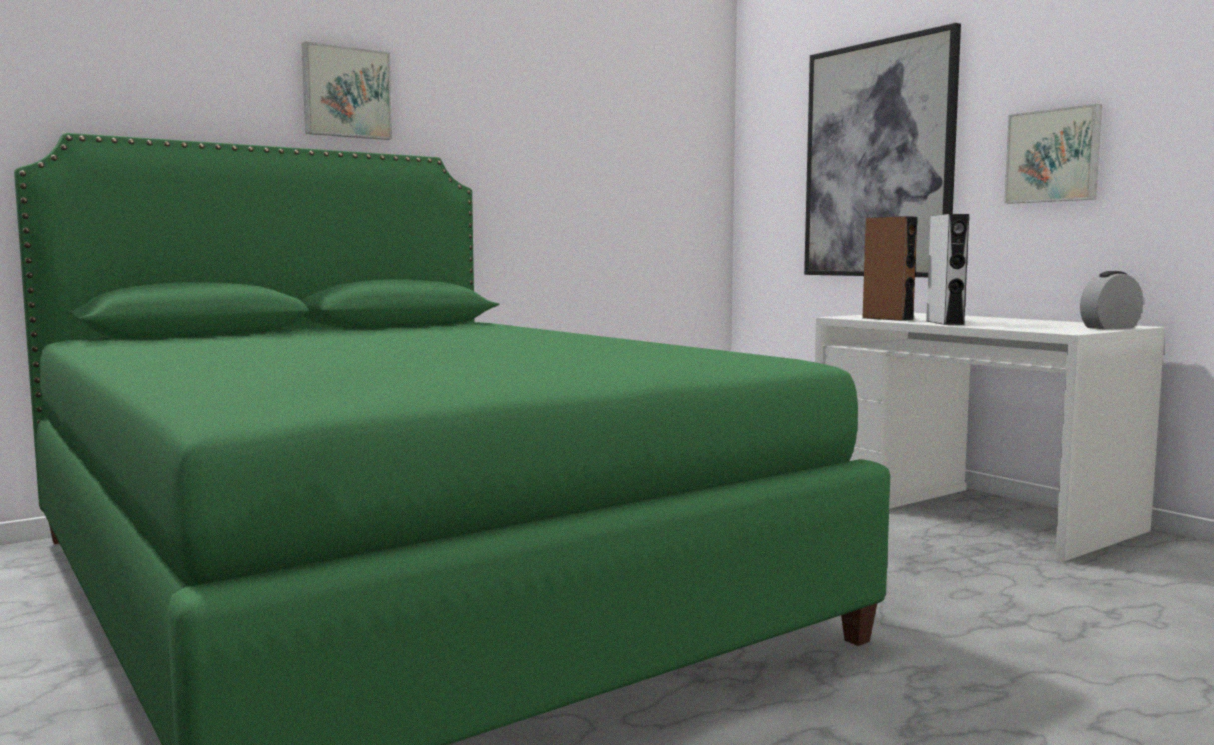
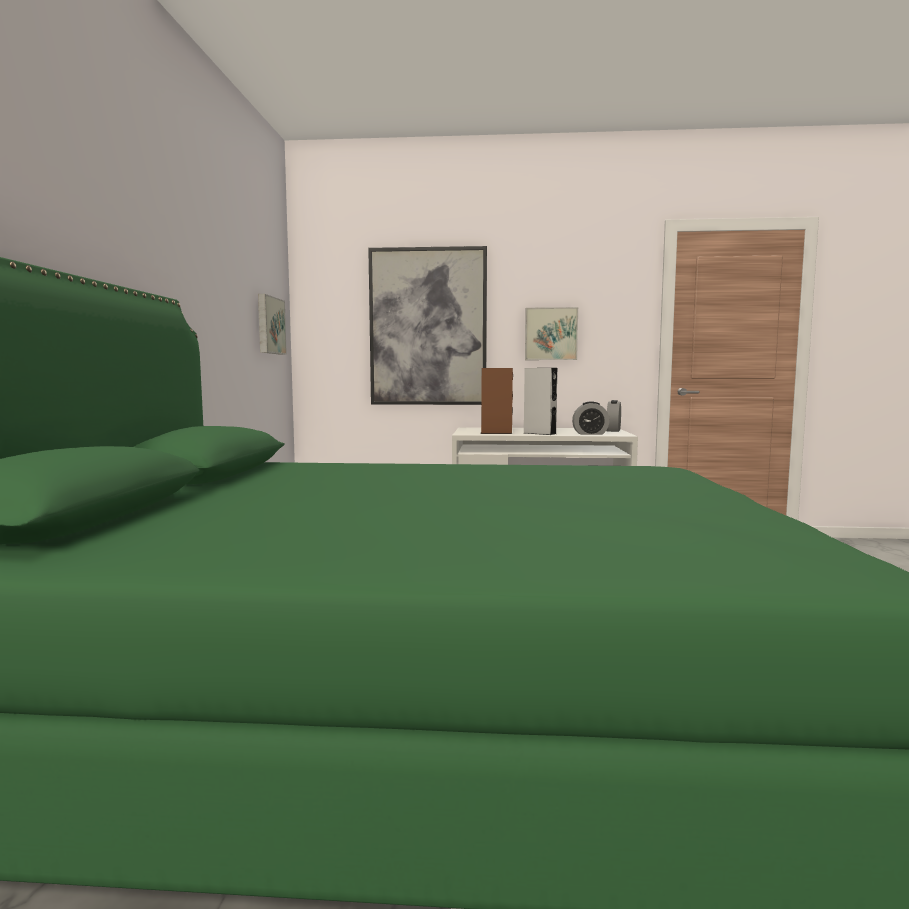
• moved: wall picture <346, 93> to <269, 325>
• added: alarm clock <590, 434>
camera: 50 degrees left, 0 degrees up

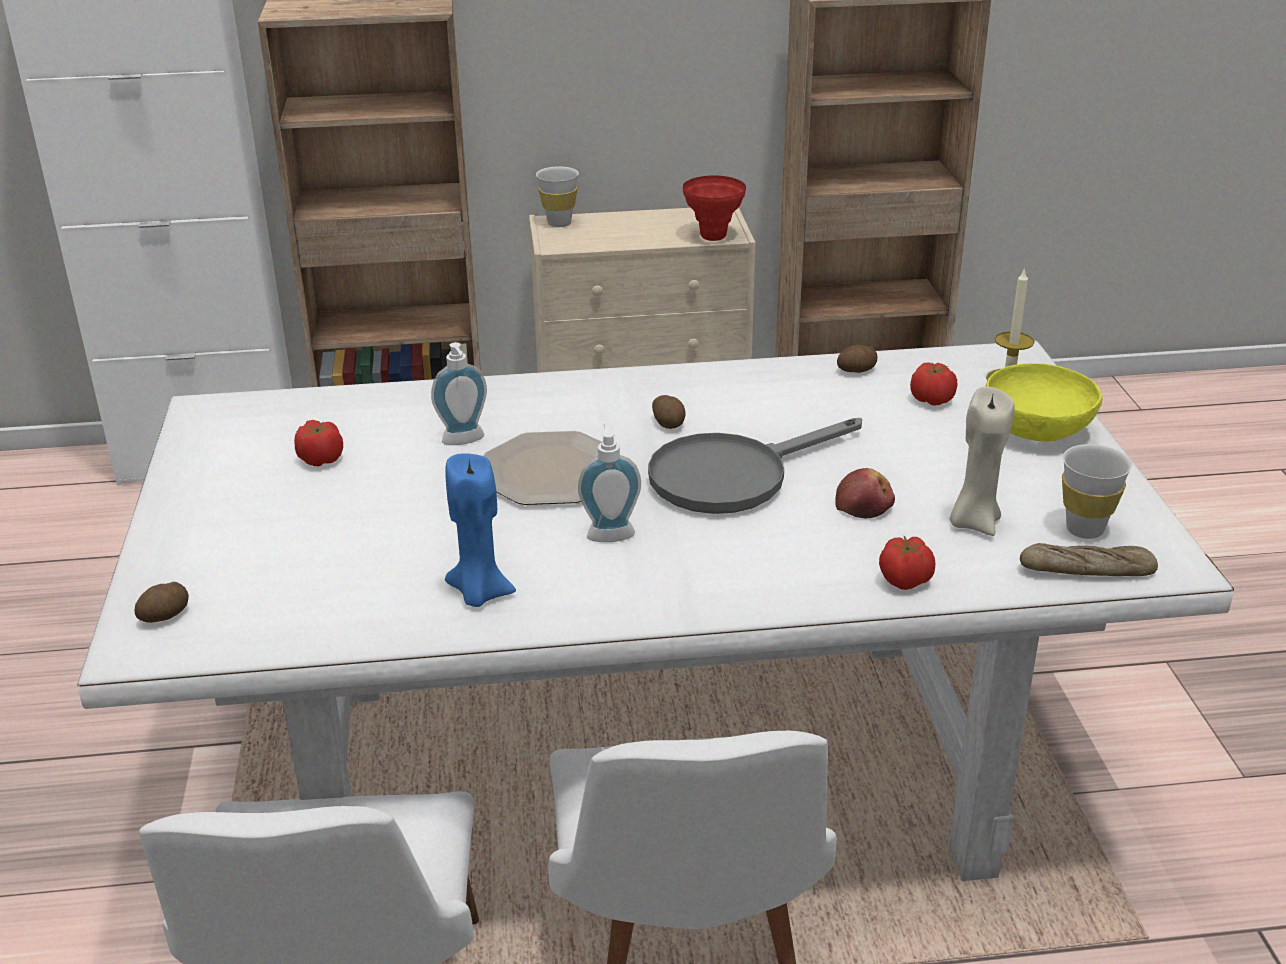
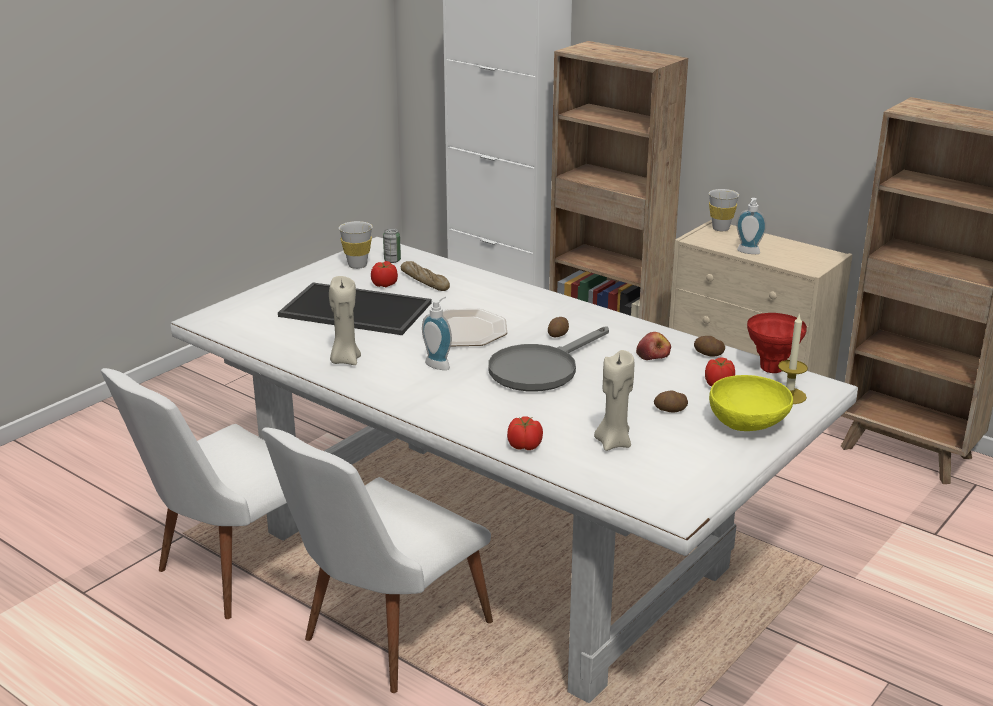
• added: serving tray <353, 310>
• recoloured: blue wax light <479, 594> to beige-coloured wax light <345, 360>
• moved: white-coloured drinking cup <1084, 529> to <357, 265>
• added: sealed can <392, 260>
• moved: bread <1086, 570> to <425, 281>
• turned: grey pan <733, 475> = <540, 369> 60 degrees counterclockwise
• moved: apple fruit <864, 506> to <653, 355>
• moved: spud <165, 616> to <670, 410>
• moved: soap bottle <464, 441> to <747, 252>
• moved: red-coloured vase <713, 237> to <772, 369>
camera: 45 degrees right, 5 degrees down

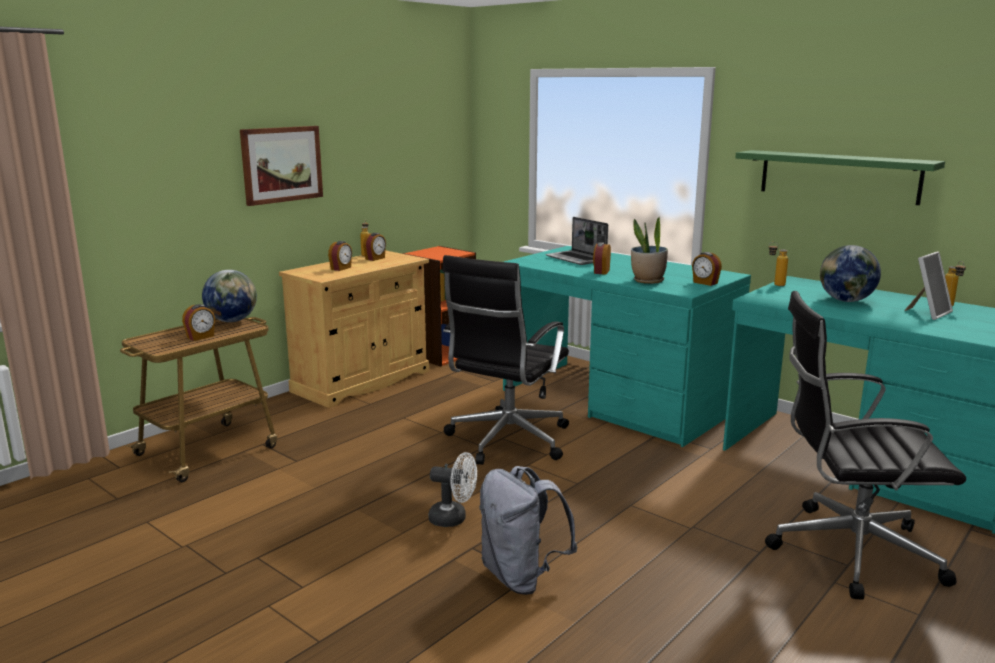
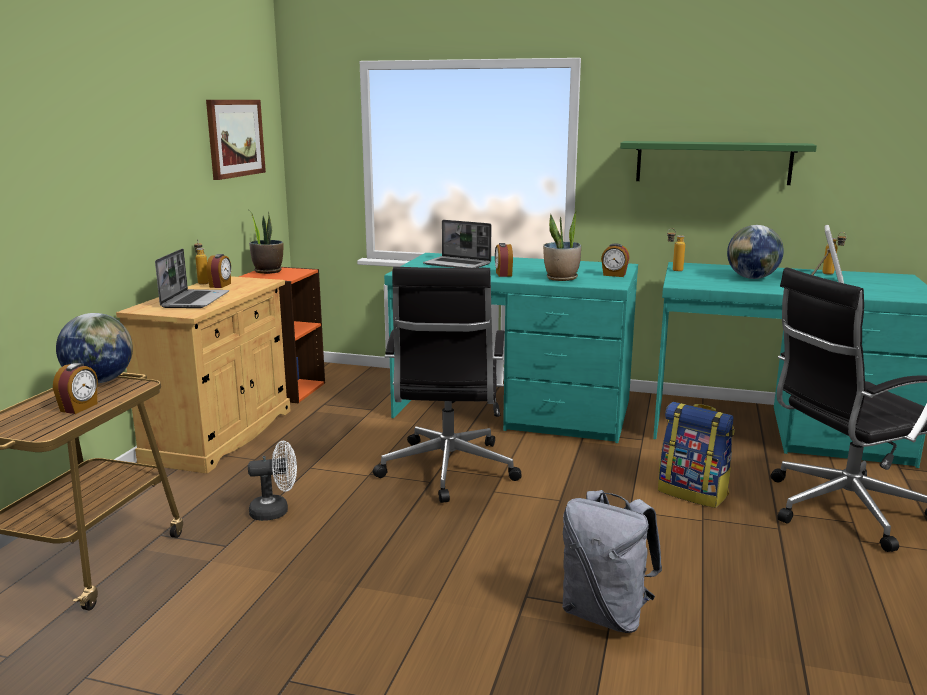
• replaced: alarm clock <341, 268> to laptop <195, 300>
• moved: wall picture <281, 164> to <235, 138>
• moved: white-coloured electric fan <454, 519> to <276, 511>
• added: houseplant <268, 271>
• added: knapsack <693, 493>
camera: 25 degrees left, 0 degrees up

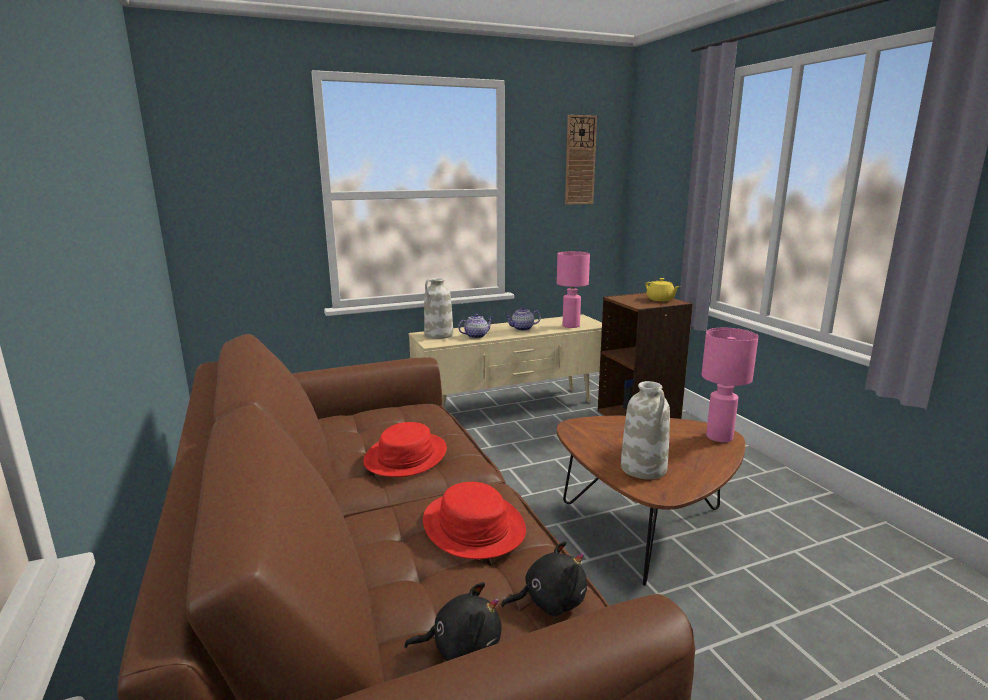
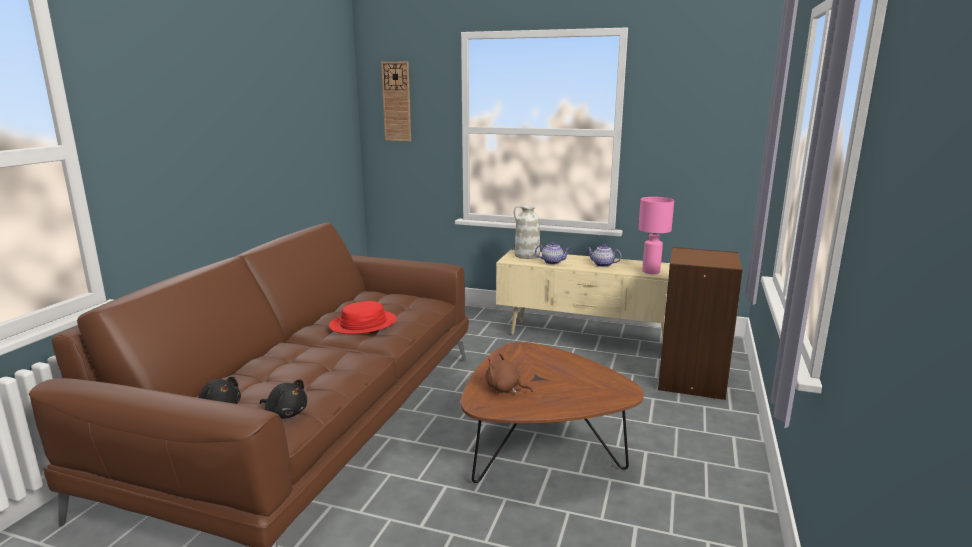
• moved: wall clock <580, 160> to <397, 101>
• replaced: white-coloured vase <644, 468> to brown plush toy <505, 389>
• removed: red-coloured clothing hat <473, 526>
• removed: yellowish pot for tea <660, 299>
• removed: pink table lamp <720, 437>
camera: 40 degrees right, 0 degrees up

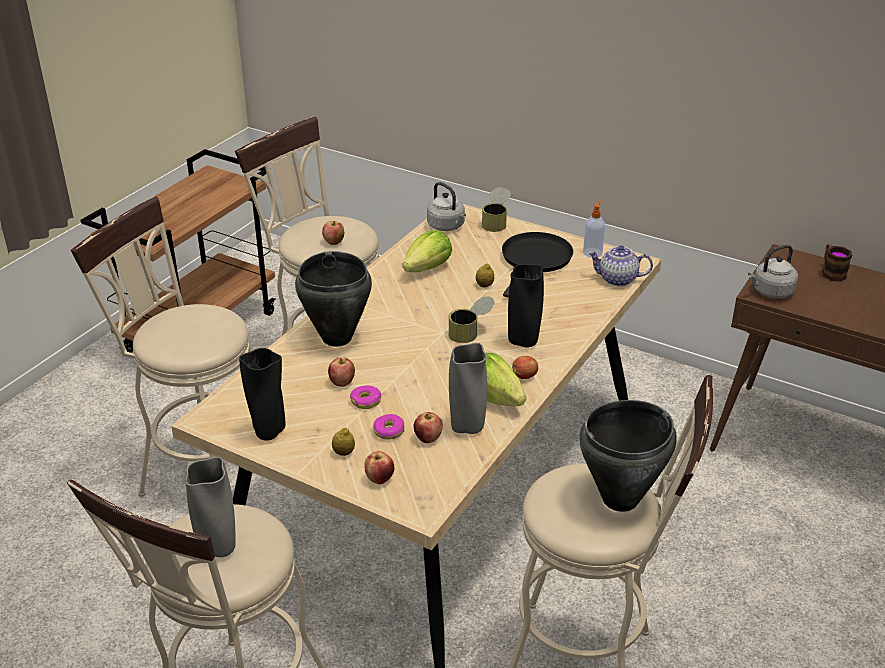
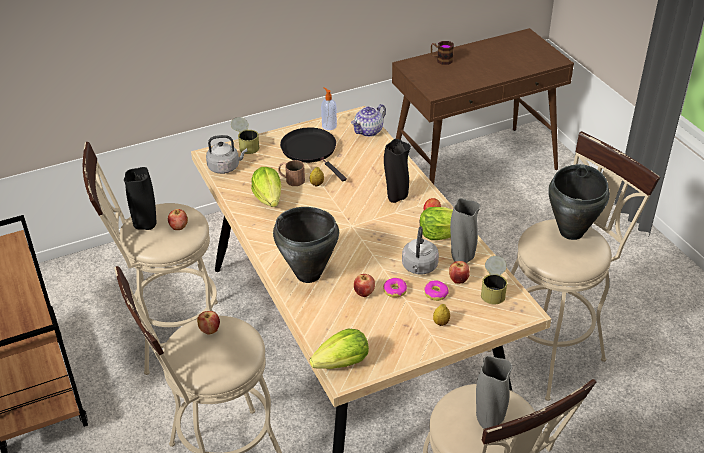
• moved: black-coloured vase <268, 432> to <145, 225>
• moved: apple fruit <379, 479> to <210, 330>
• added: brown coffee mug <291, 179>
• added: lettuce <342, 363>
• moved: grey tea kettle <770, 292> to <419, 267>
• moved: sealed can <471, 332> to <493, 290>
camera: 55 degrees left, 5 degrees up

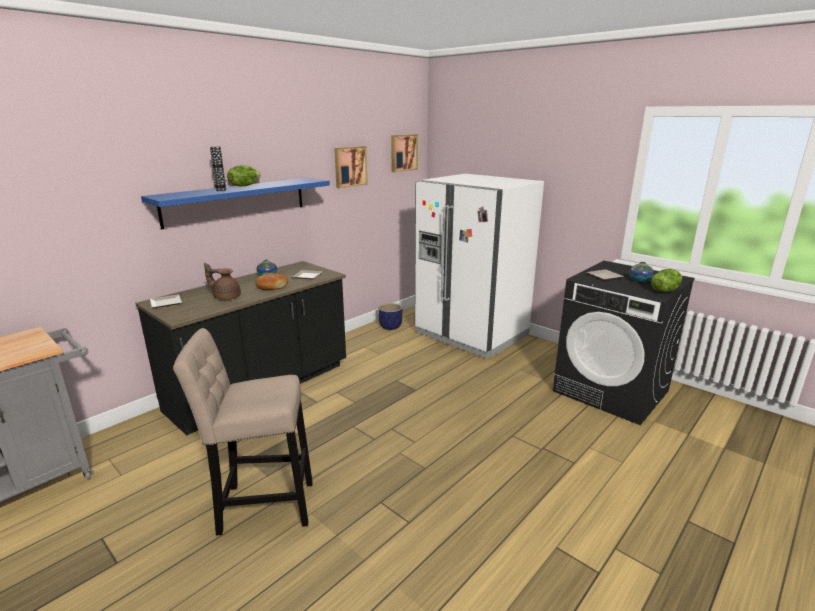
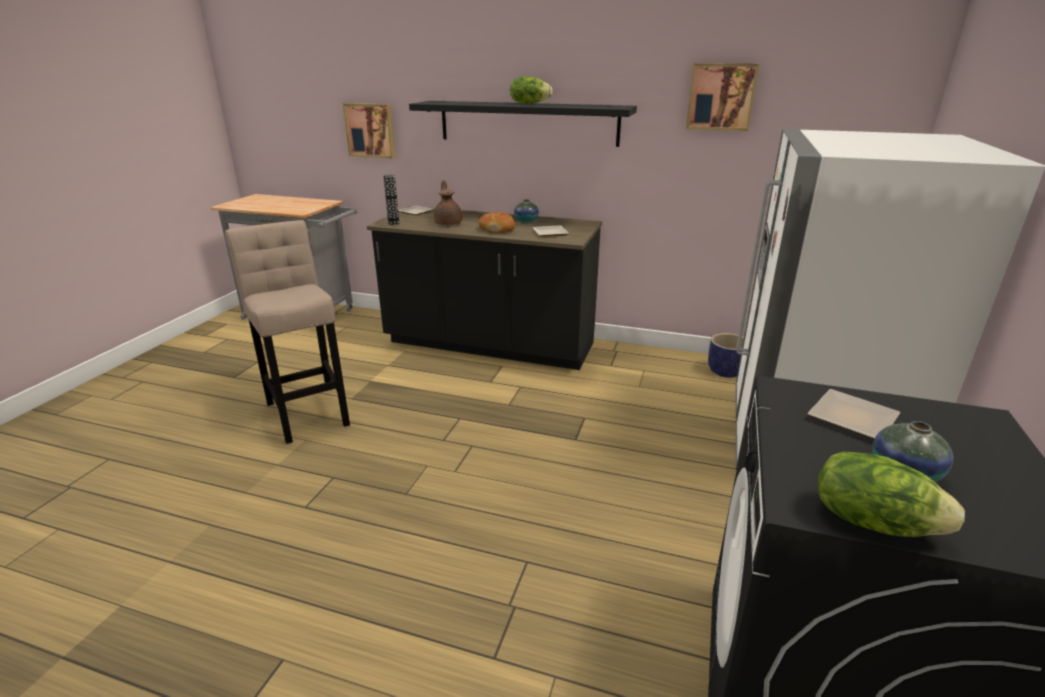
• moved: wall picture <403, 152> to <371, 130>
• moved: vase <221, 190> to <393, 223>
• recoloured: blue shelf <236, 201> to black-coloured shelf <527, 123>
camera: 65 degrees right, 5 degrees up

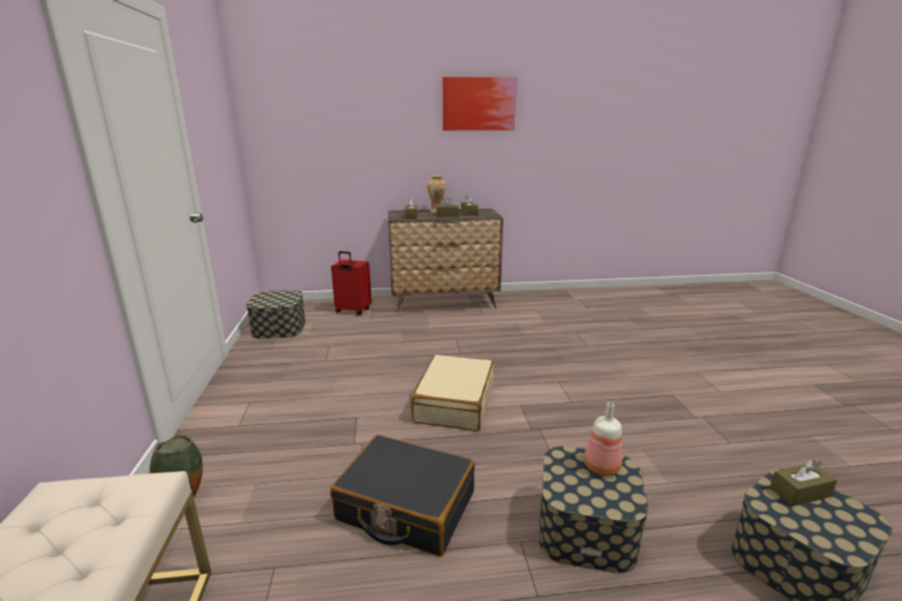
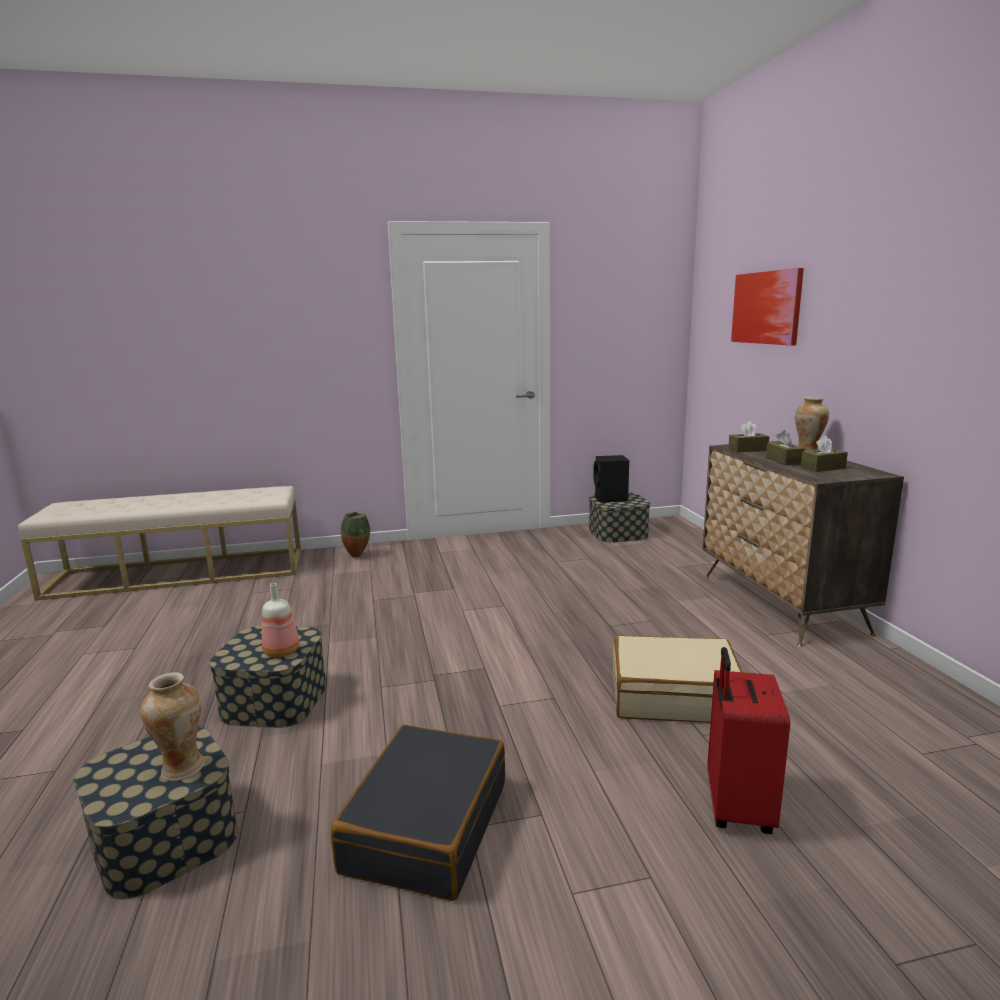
• replaced: brown tissue holder <800, 492> to vase <182, 768>
• moved: black-coloured piece of luggage <406, 507> to <426, 826>
• added: black-coloured loudspeaker <610, 499>
• moved: beige-coloured piece of luggage <454, 403> to <673, 695>
• moved: red-coloured piece of luggage <352, 311> to <736, 807>
• moved: wall picture <479, 104> to <766, 307>
camera: 85 degrees right, 5 degrees down

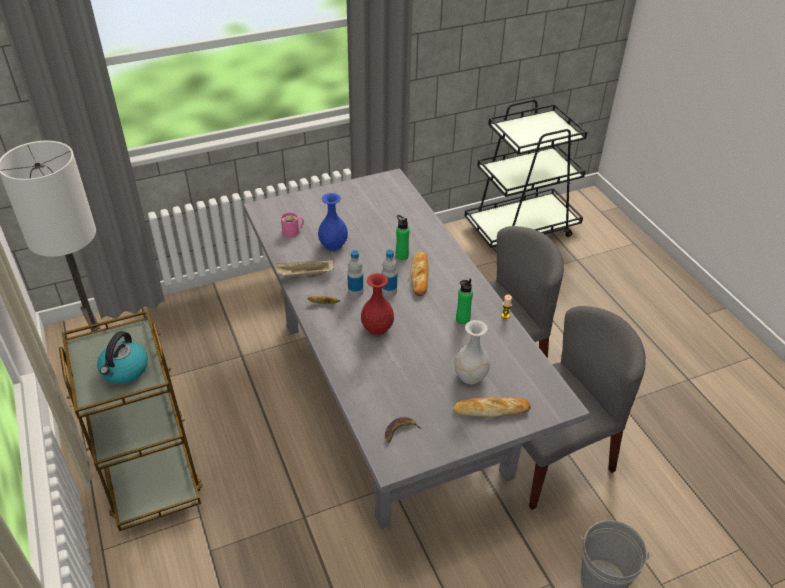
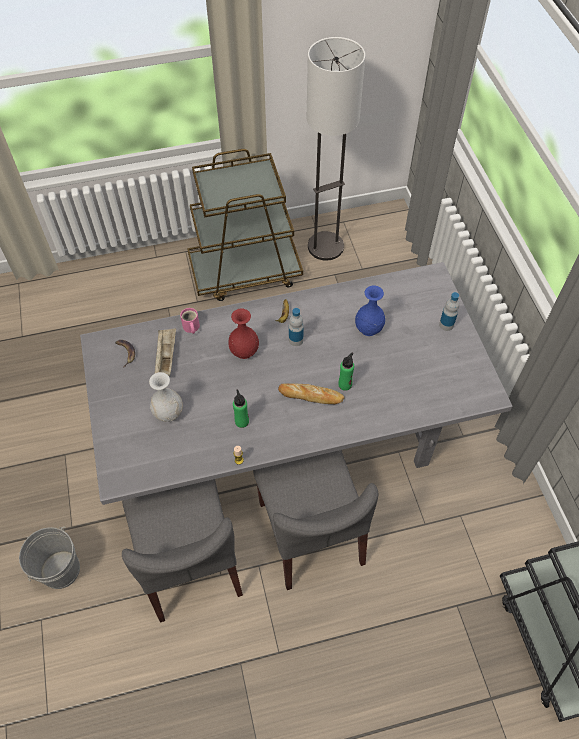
• moved: beige-coloured serving tray <304, 275> to <166, 356>
• moved: pink coffee mug <292, 232> to <191, 327>
• moved: drink bottle <389, 291> to <446, 325>
• removed: tea kettle <124, 370>
• removed: bread <491, 409>
camera: 100 degrees right, 15 degrees up

